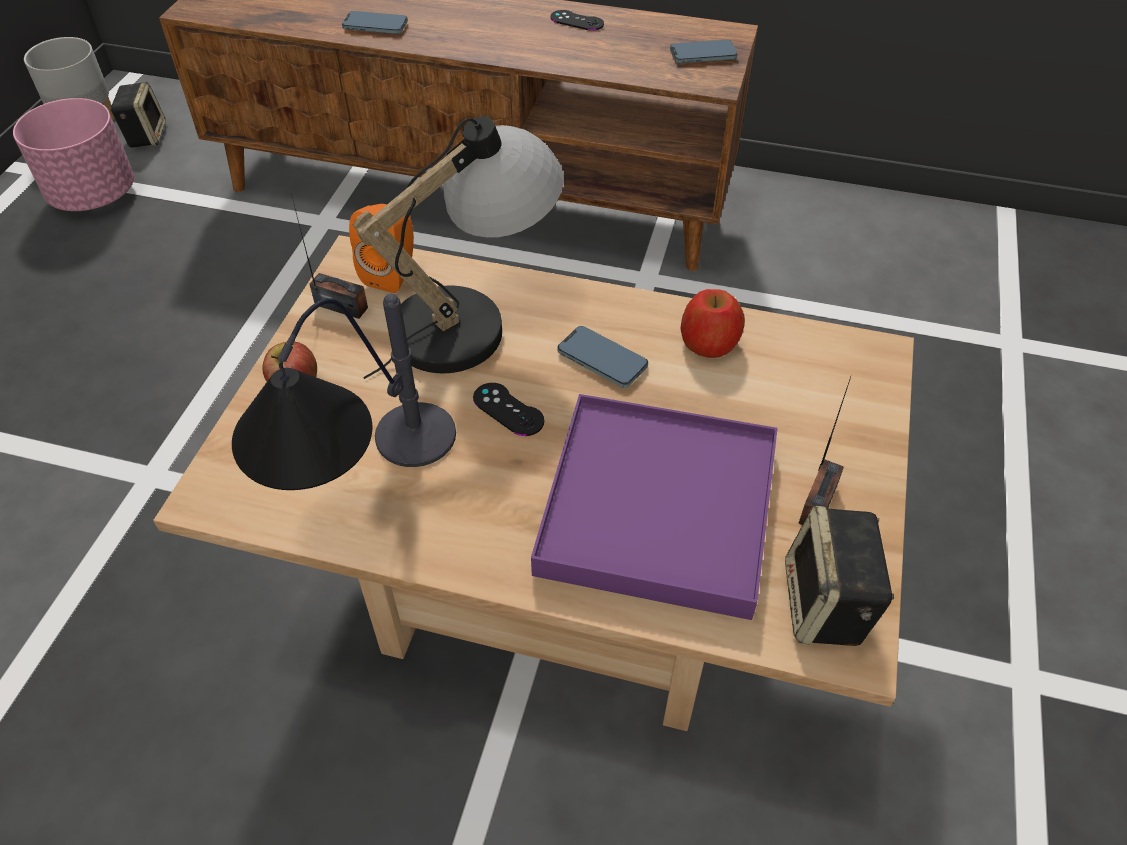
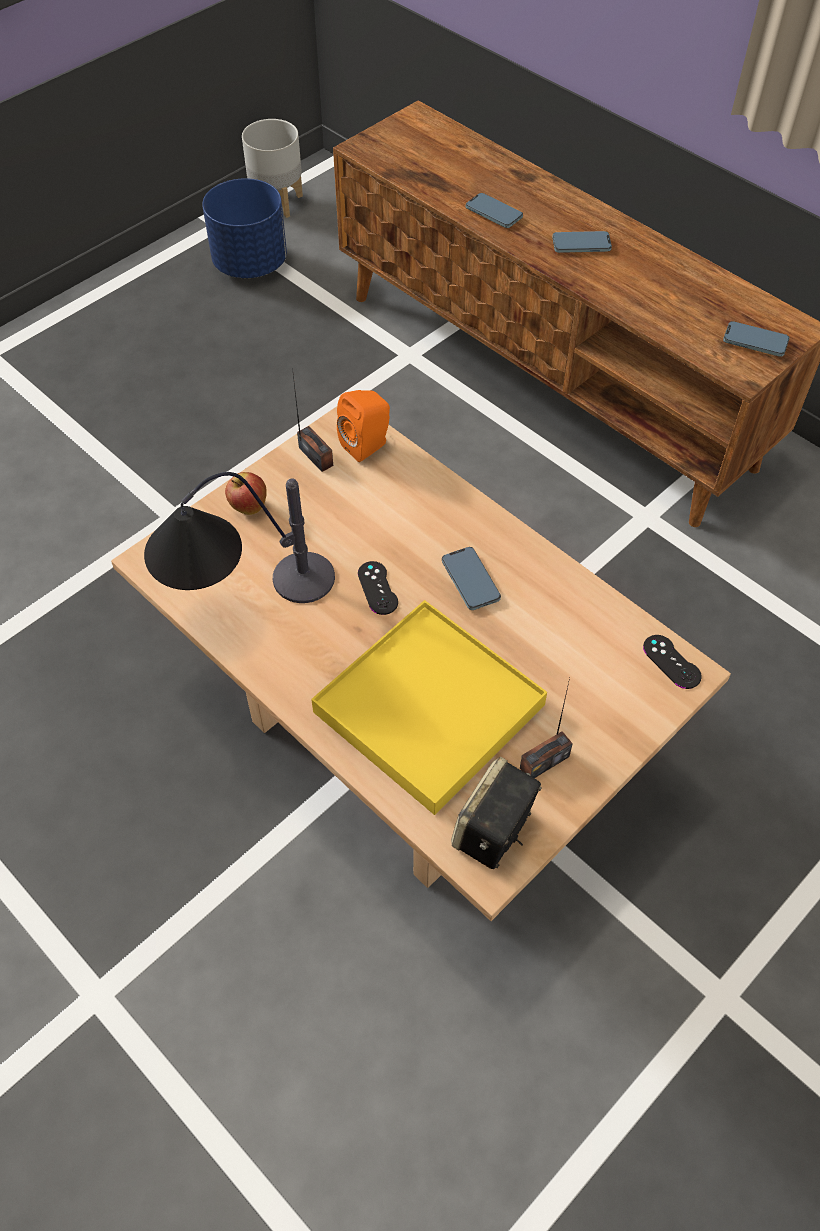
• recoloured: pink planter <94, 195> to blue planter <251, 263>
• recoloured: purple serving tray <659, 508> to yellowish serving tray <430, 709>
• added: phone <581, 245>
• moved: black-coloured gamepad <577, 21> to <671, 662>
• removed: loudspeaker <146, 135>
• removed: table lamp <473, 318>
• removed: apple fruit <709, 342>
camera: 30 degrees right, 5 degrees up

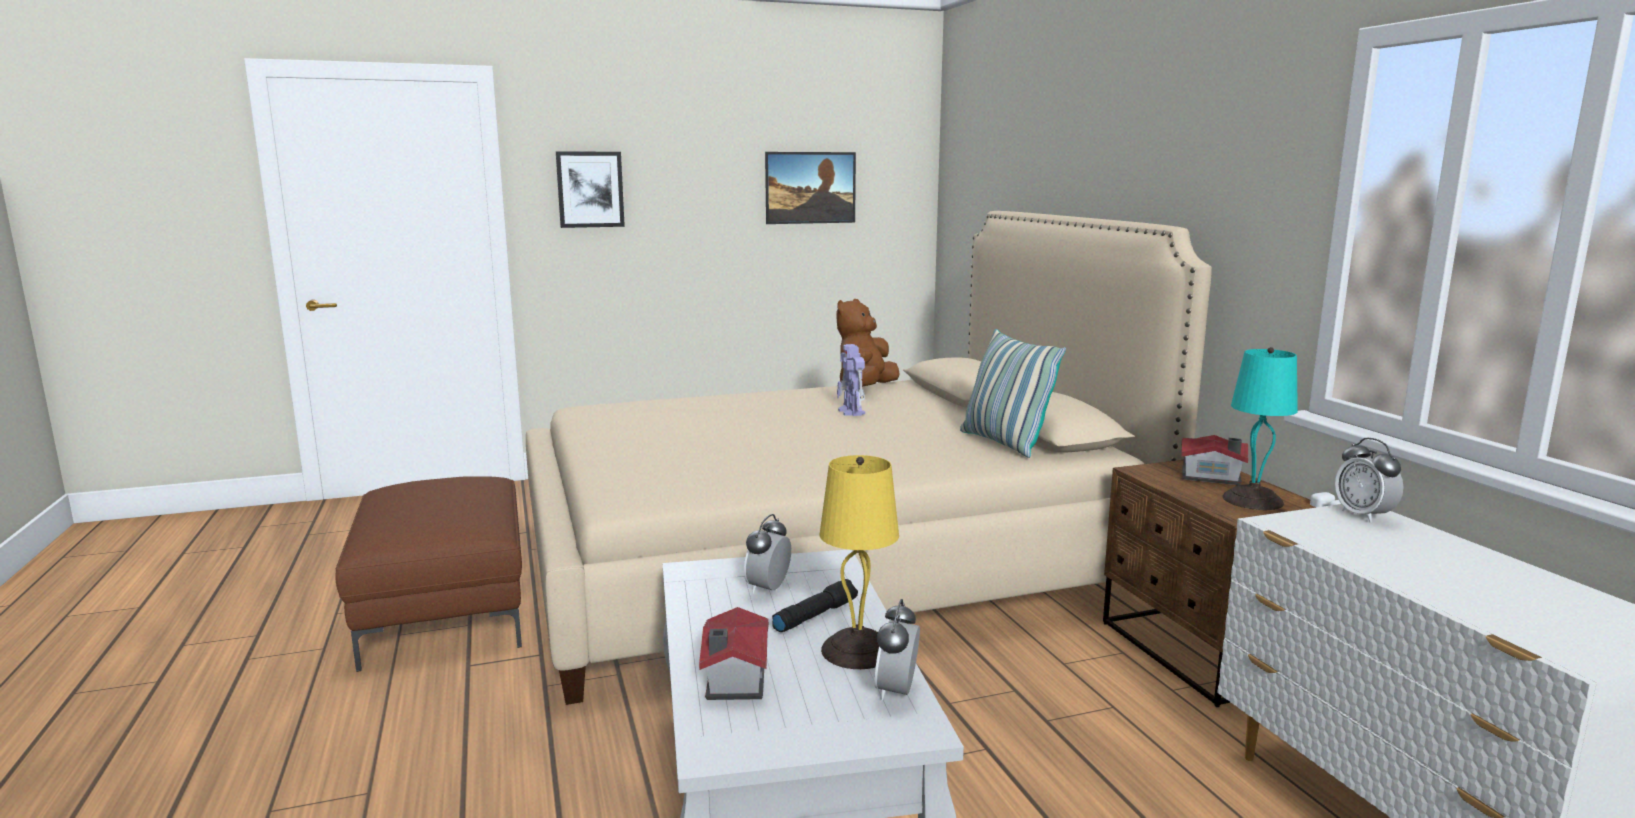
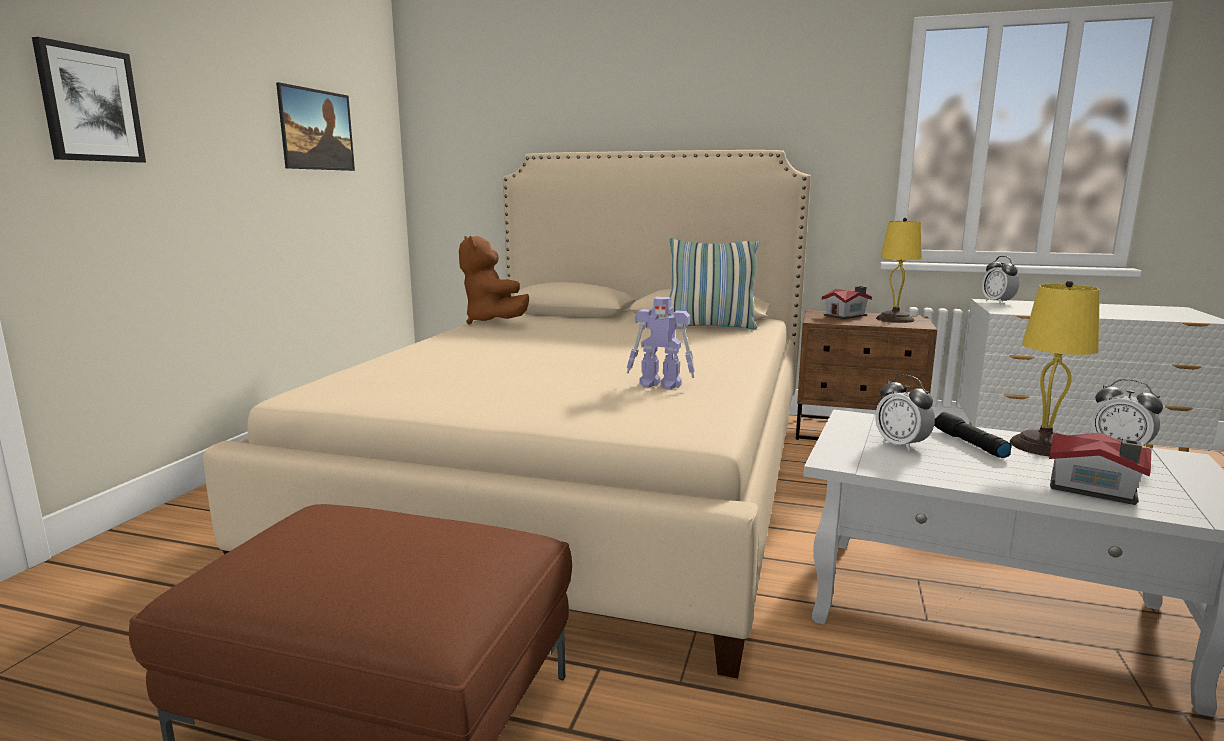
• moved: toy robot <851, 412> to <661, 385>
• recoloured: turquoise table lamp <1254, 500> to yellowish table lamp <895, 319>
• turned: alarm clock <1363, 515> = <997, 302> 60 degrees clockwise
camera: 55 degrees left, 0 degrees up

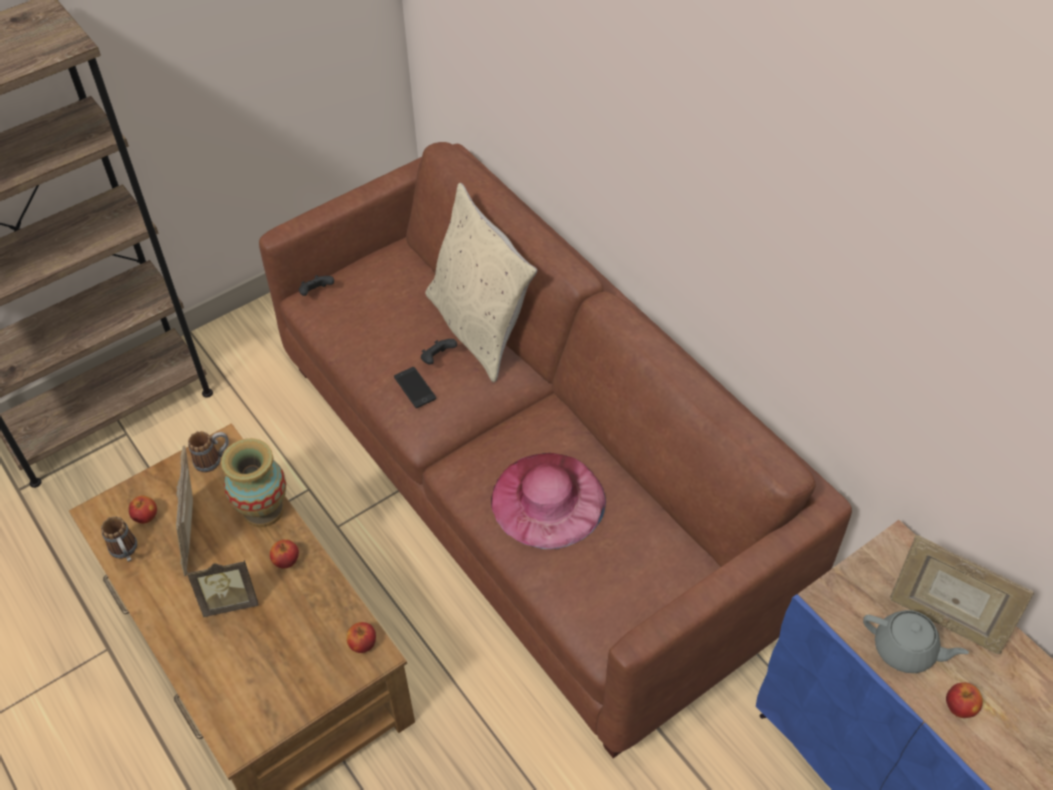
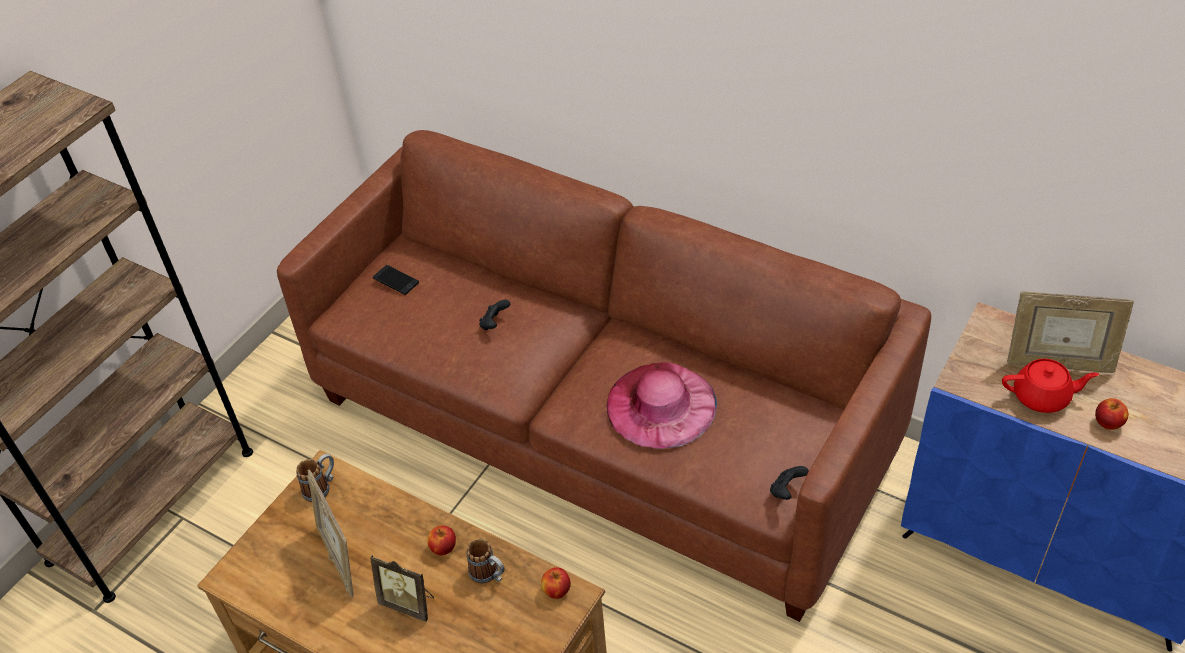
• turned: standing frame <230, 601> = <409, 603> 60 degrees clockwise
• moved: phone <415, 388> to <396, 280>
• moved: coffee mug <126, 552> to <489, 575>
• moved: black-coloured gamepad <316, 293> to <786, 490>
• recoloured: grey pot for tea <905, 650> to red-coloured pot for tea <1042, 397>
• removed: apple fruit <146, 516>
• removed: vase <263, 510>
• removed: beige-coloured cushion <479, 328>
camera: 20 degrees left, 5 degrees down

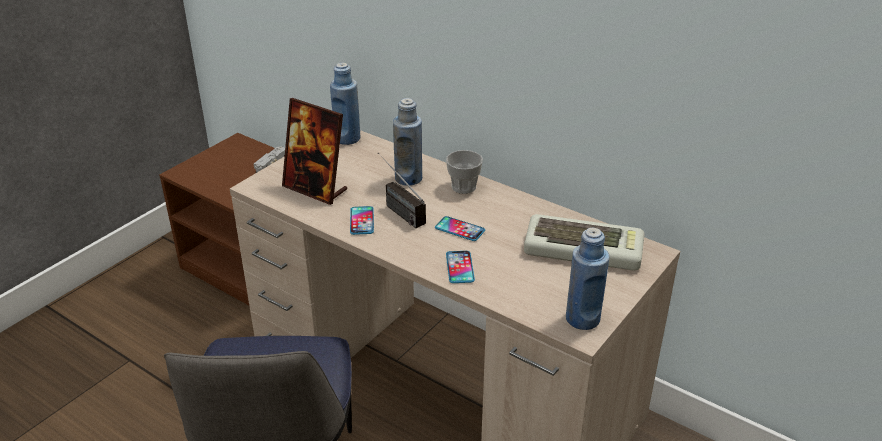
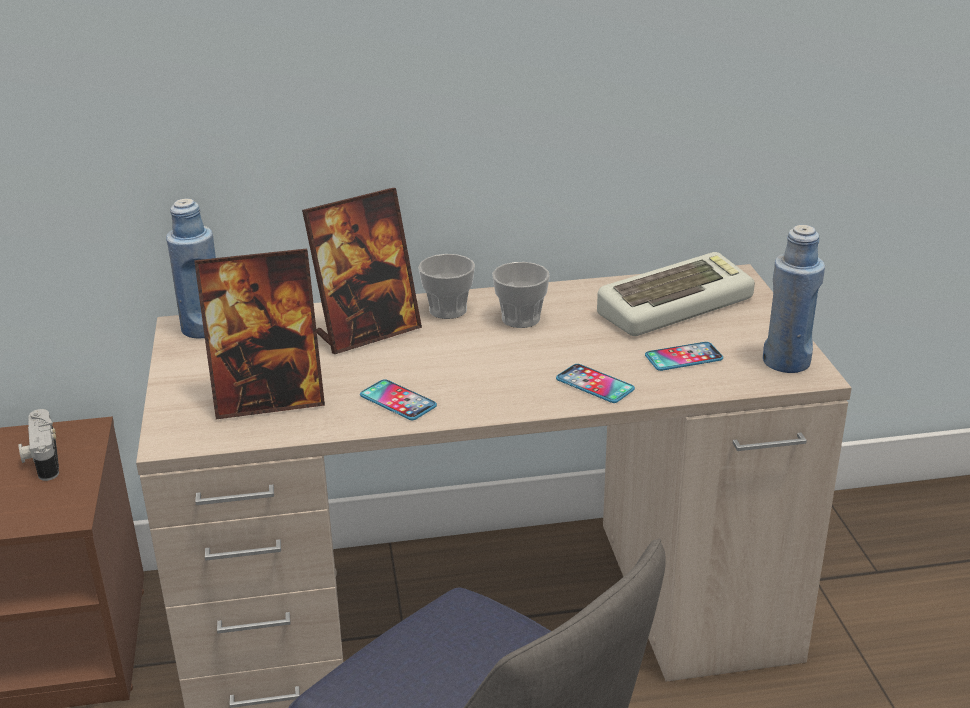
• replaced: blue drink bottle <408, 178> to standing frame <367, 332>
• added: drinking cup <520, 319>
• moved: phone <459, 229> to <683, 357>
• removed: radio <396, 209>
camera: 45 degrees left, 5 degrees down

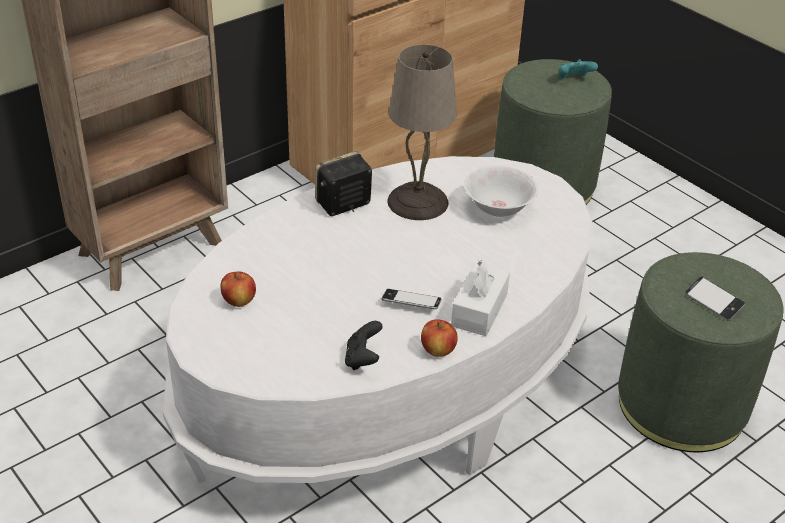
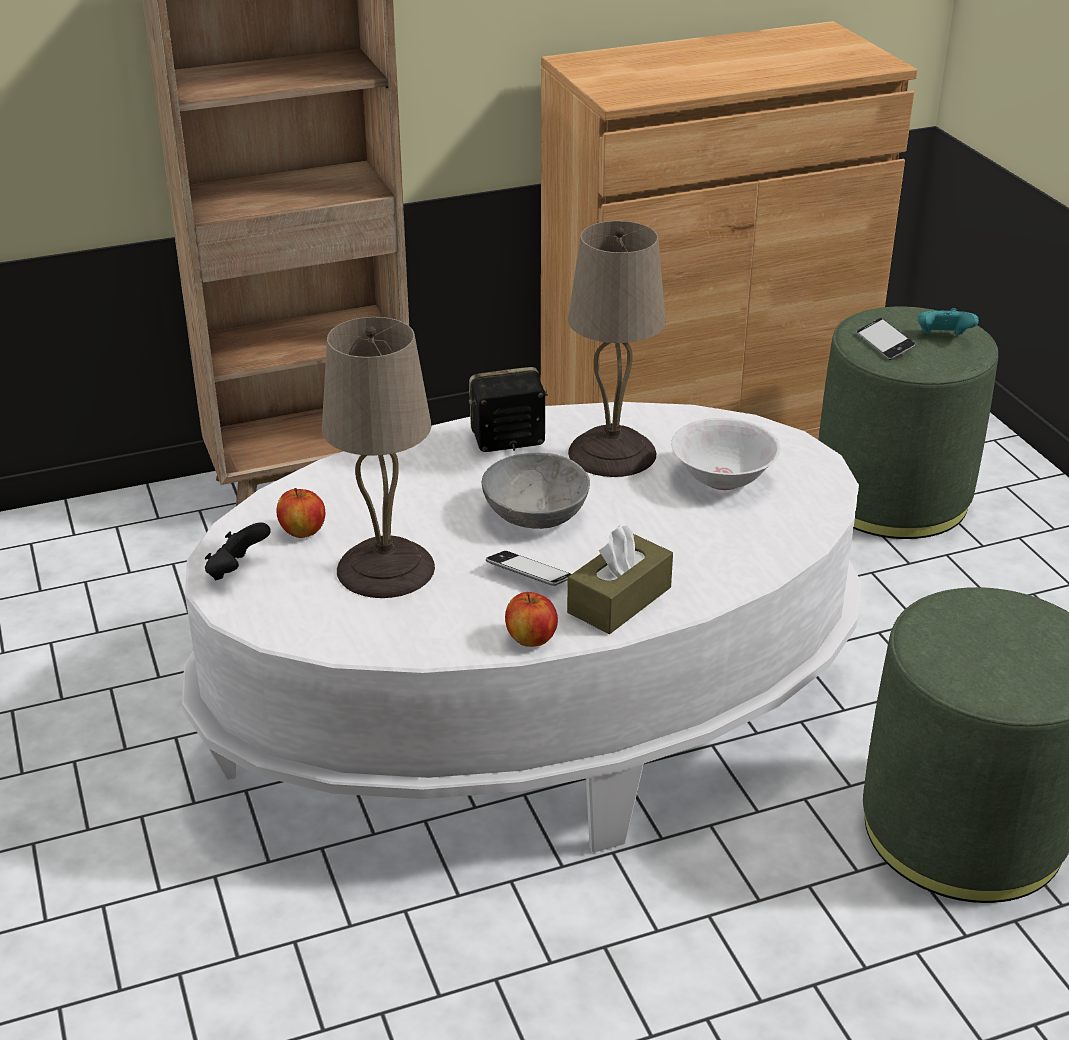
• moved: black-coloured gamepad <363, 359> to <237, 571>
• added: beige-coloured table lamp <387, 569>
• added: grey deep dish <535, 513>
• recoloured: white-coloured tissue holder <479, 310> to brown tissue holder <619, 600>
• moved: phone <713, 302> to <884, 344>
camera: 20 degrees right, 5 degrees down

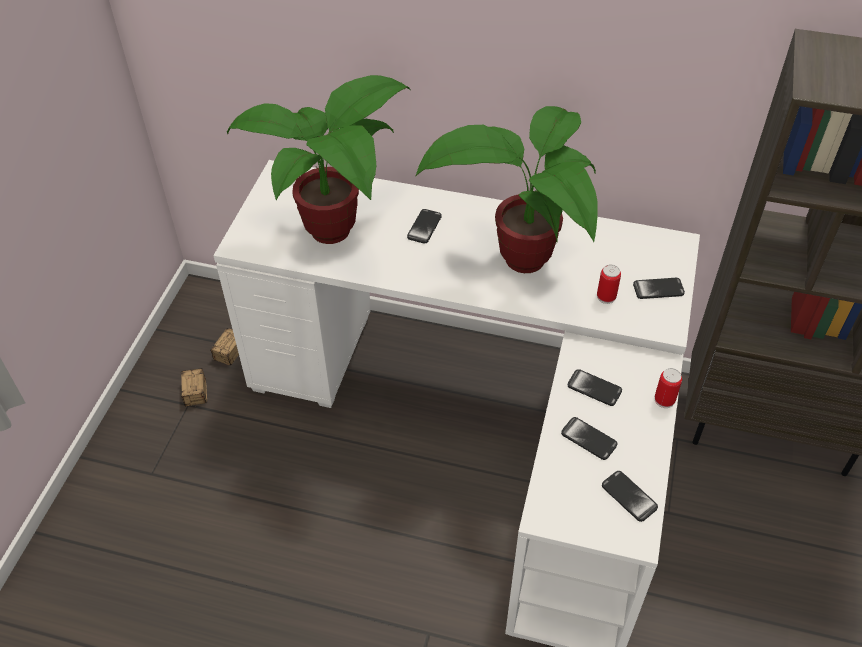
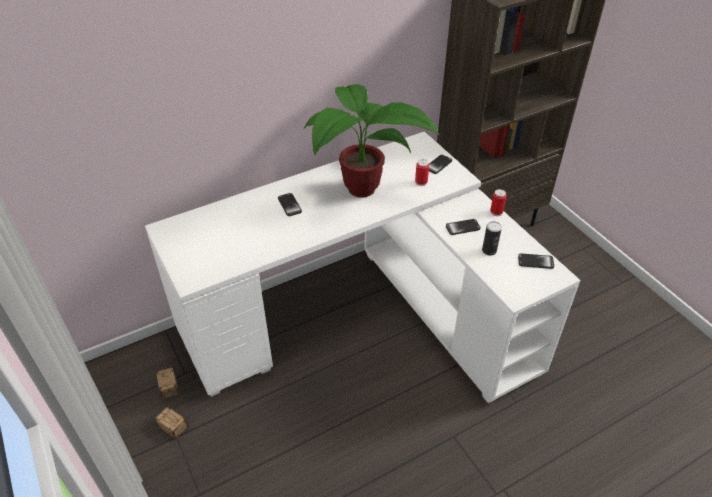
• replaced: phone <588, 439> to sealed can <489, 250>
• removed: houseplant <336, 234>
camera: 45 degrees left, 5 degrees down

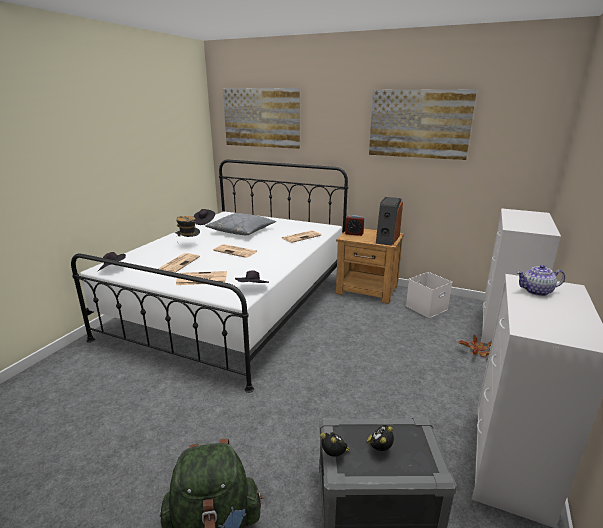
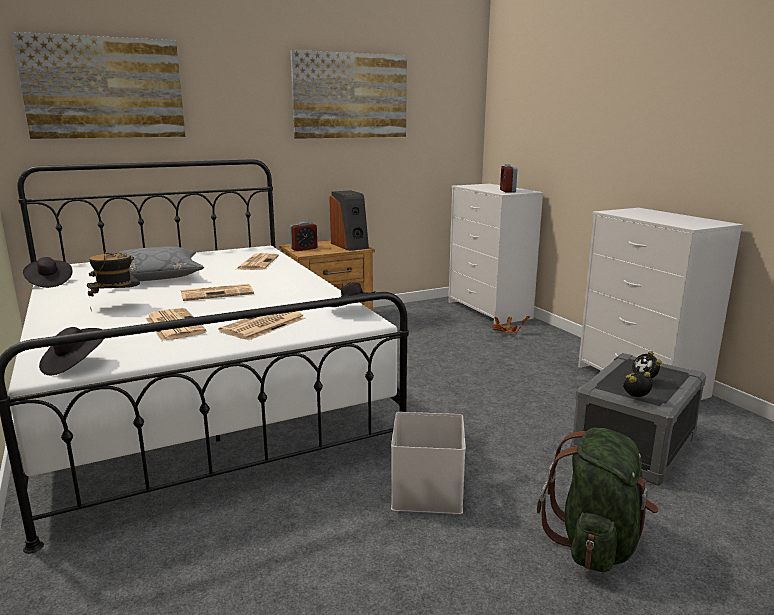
• moved: white-coloured storage bin <426, 308> to <428, 492>
• added: alarm clock <507, 191>
• removed: pot for tea <536, 291>
camera: 50 degrees left, 5 degrees down

